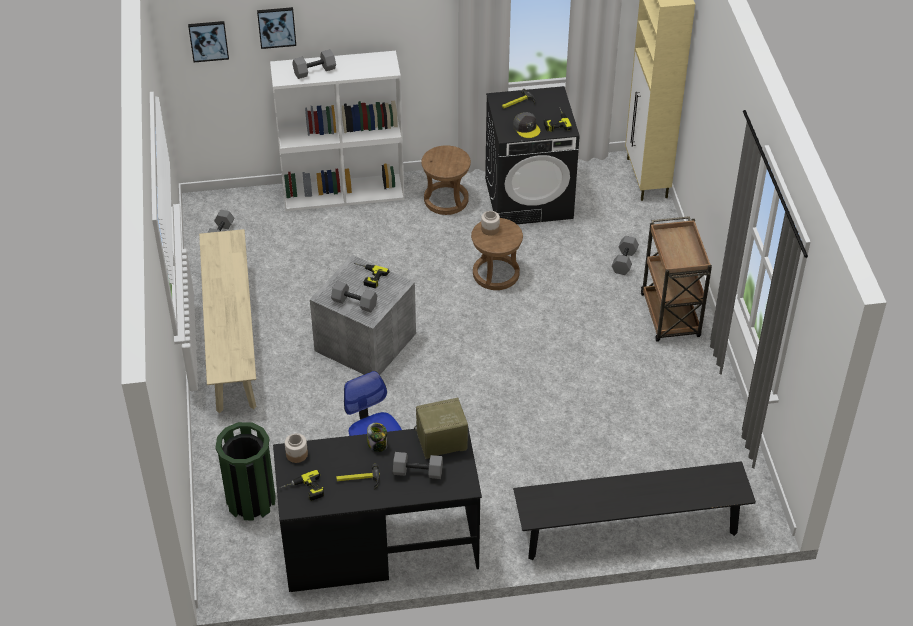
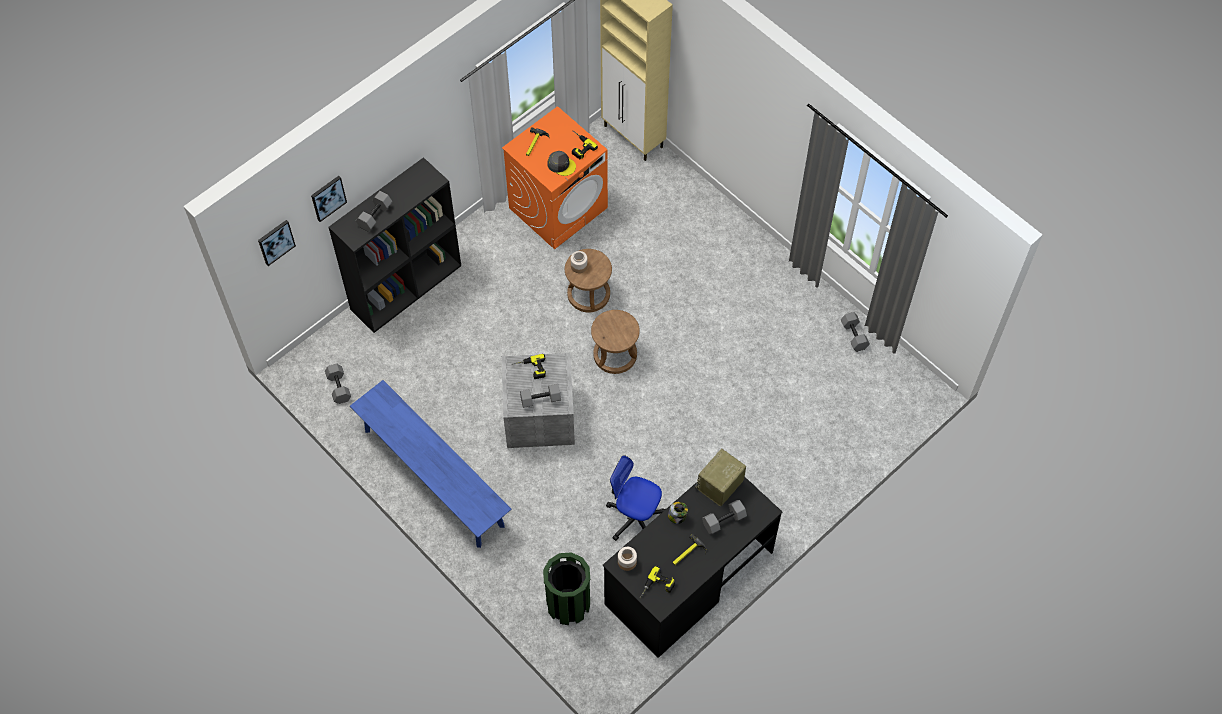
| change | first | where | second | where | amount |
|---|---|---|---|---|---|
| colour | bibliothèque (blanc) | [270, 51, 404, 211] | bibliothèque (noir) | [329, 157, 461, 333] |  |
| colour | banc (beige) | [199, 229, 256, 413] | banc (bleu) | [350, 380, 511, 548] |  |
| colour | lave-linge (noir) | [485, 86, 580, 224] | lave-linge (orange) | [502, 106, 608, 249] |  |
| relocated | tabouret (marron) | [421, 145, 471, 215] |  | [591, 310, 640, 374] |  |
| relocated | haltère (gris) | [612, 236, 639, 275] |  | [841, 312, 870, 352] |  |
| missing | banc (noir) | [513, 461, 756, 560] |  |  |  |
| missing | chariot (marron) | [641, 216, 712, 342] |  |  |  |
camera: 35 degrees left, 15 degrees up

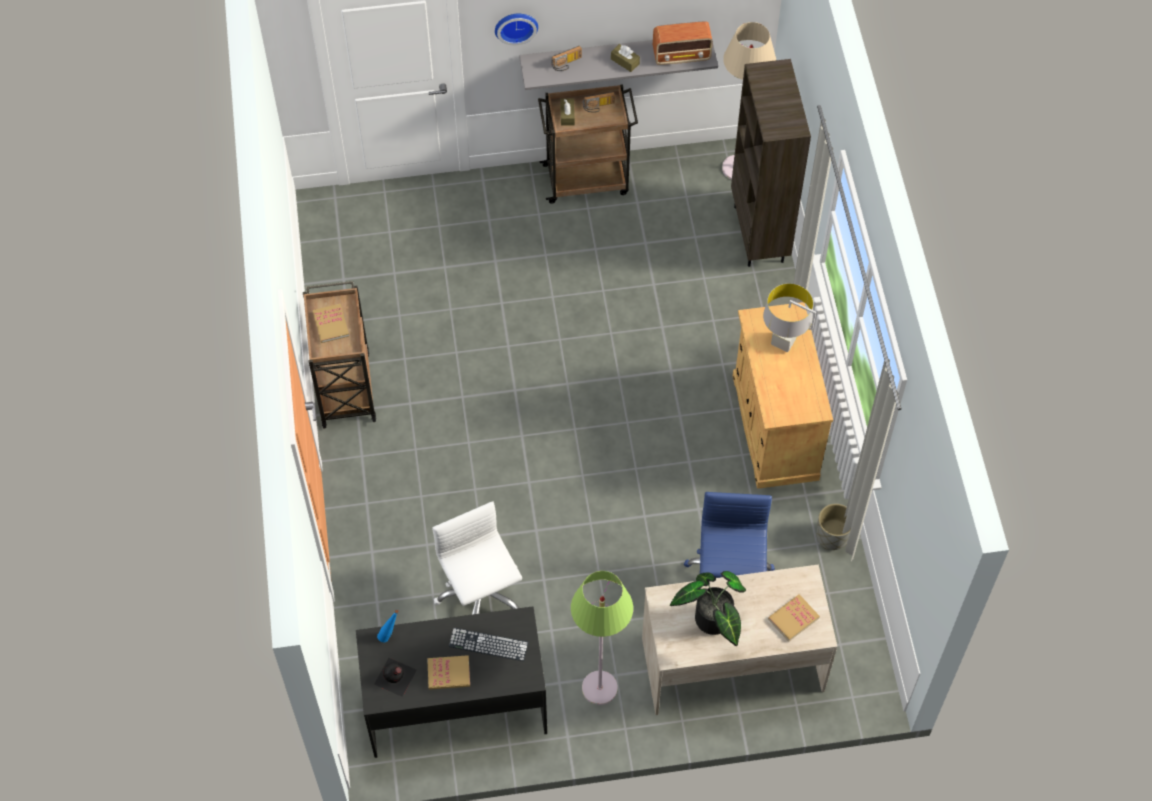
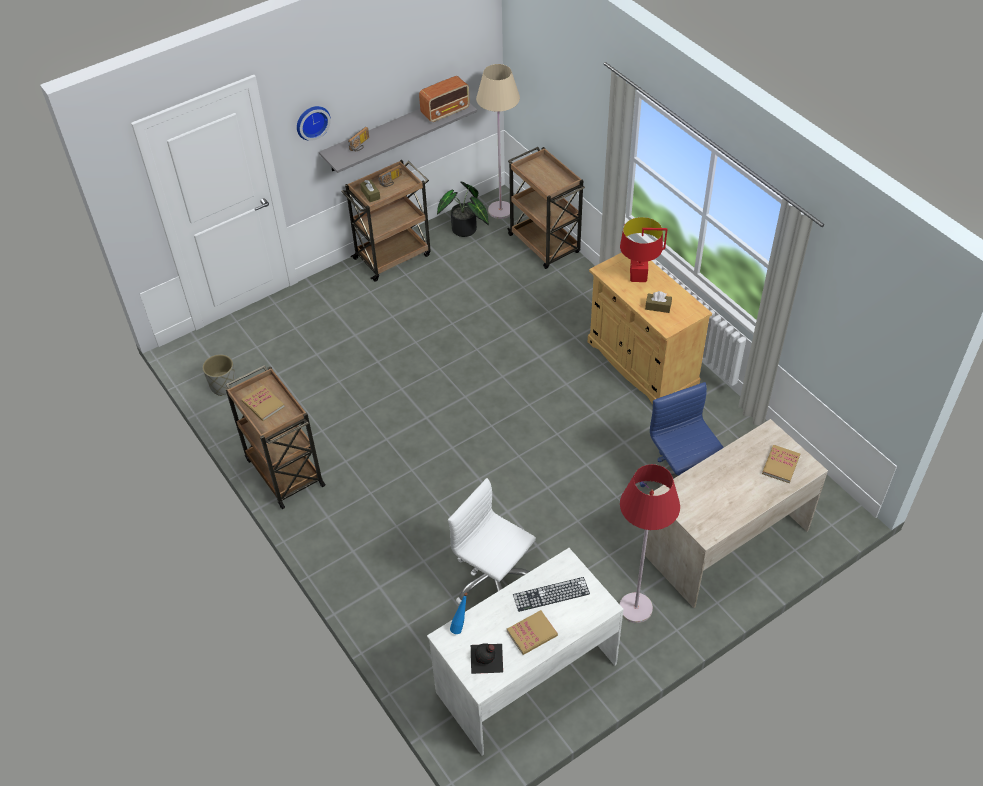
| change | first | where | second | where | amount |
|---|---|---|---|---|---|
| relocated | cache-pot (gris) | [817, 504, 851, 550] |  | [203, 354, 237, 396] |  |
| colour | bureau (noir) | [356, 606, 547, 758] | bureau (blanc) | [427, 548, 624, 755] |  |
| relocated | plante en pot | [670, 571, 746, 646] |  | [437, 181, 489, 237] |  |
| exchanged | bibliothèque (marron) | [731, 59, 811, 267] | chariot (marron) | [507, 147, 585, 269] |  |
| colour | lampe de table (gris) | [763, 284, 816, 352] | lampe de table (rouge) | [620, 217, 668, 282] |  |
| colour | lampadaire (vert) | [571, 571, 633, 705] | lampadaire (rouge) | [620, 464, 680, 623] |  |
| relocated | boîte à mouchoirs (marron) | [611, 44, 640, 72] |  | [645, 291, 672, 313] |  |
camera: 25 degrees left, 10 degrees down

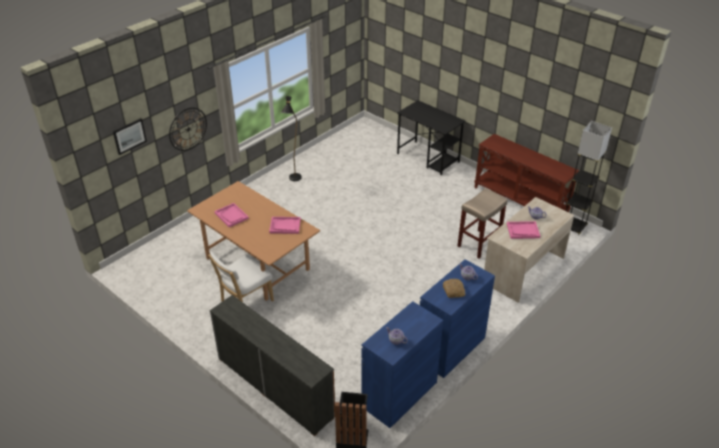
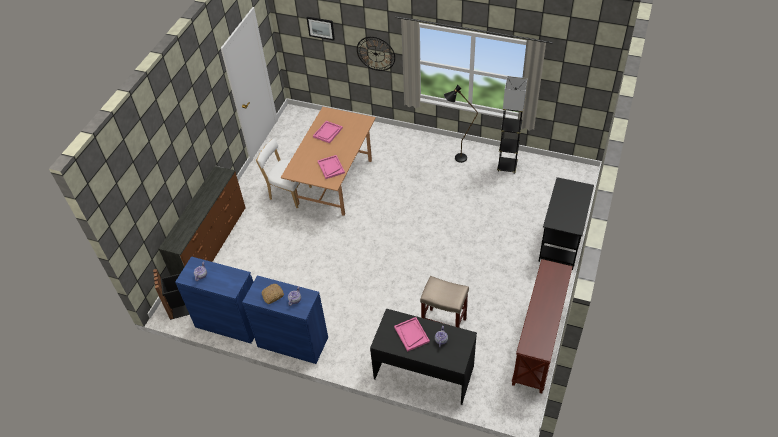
| change | first | where | second | where | amount |
|---|---|---|---|---|---|
| colour | bureau (beige) | [484, 197, 574, 303] | bureau (noir) | [370, 308, 477, 405] |  |
| relocated | lampadaire (gris) | [566, 121, 612, 235] |  | [497, 76, 527, 174] |  |
camera: 70 degrees right, 10 degrees up

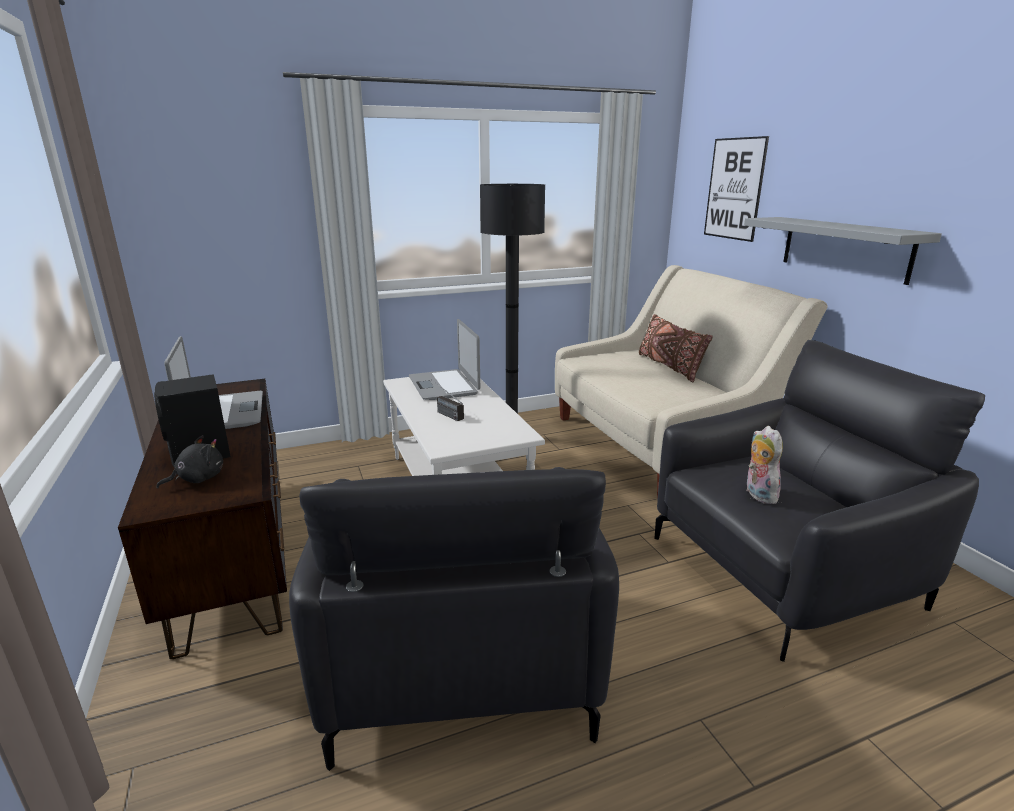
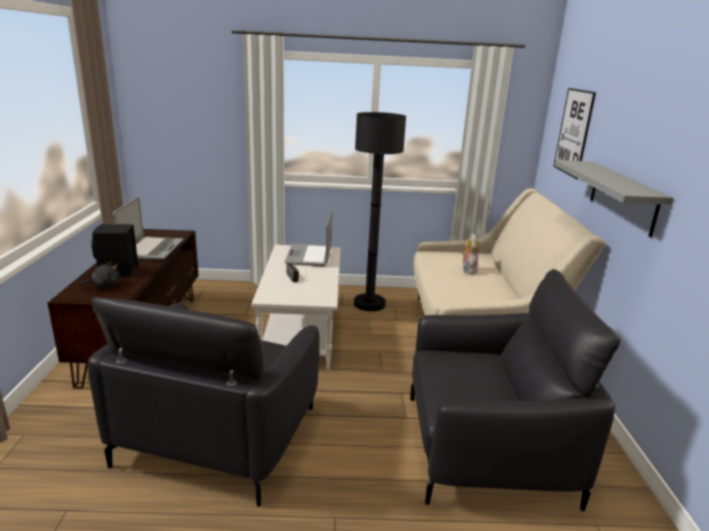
| change | first | where | second | where | amount |
|---|---|---|---|---|---|
| relocated | peluche | [745, 426, 783, 504] |  | [462, 234, 479, 275] |  |
| missing | coussin (marron) | [639, 314, 713, 382] |  |  |  |
camera: 20 degrees right, 0 degrees up

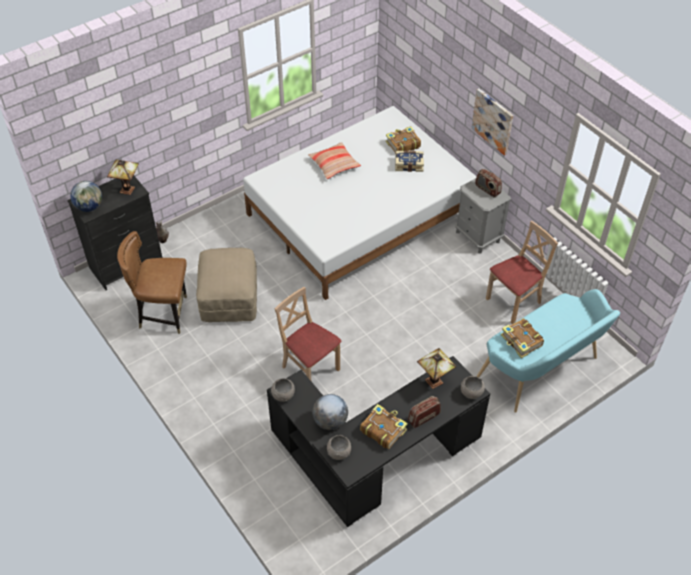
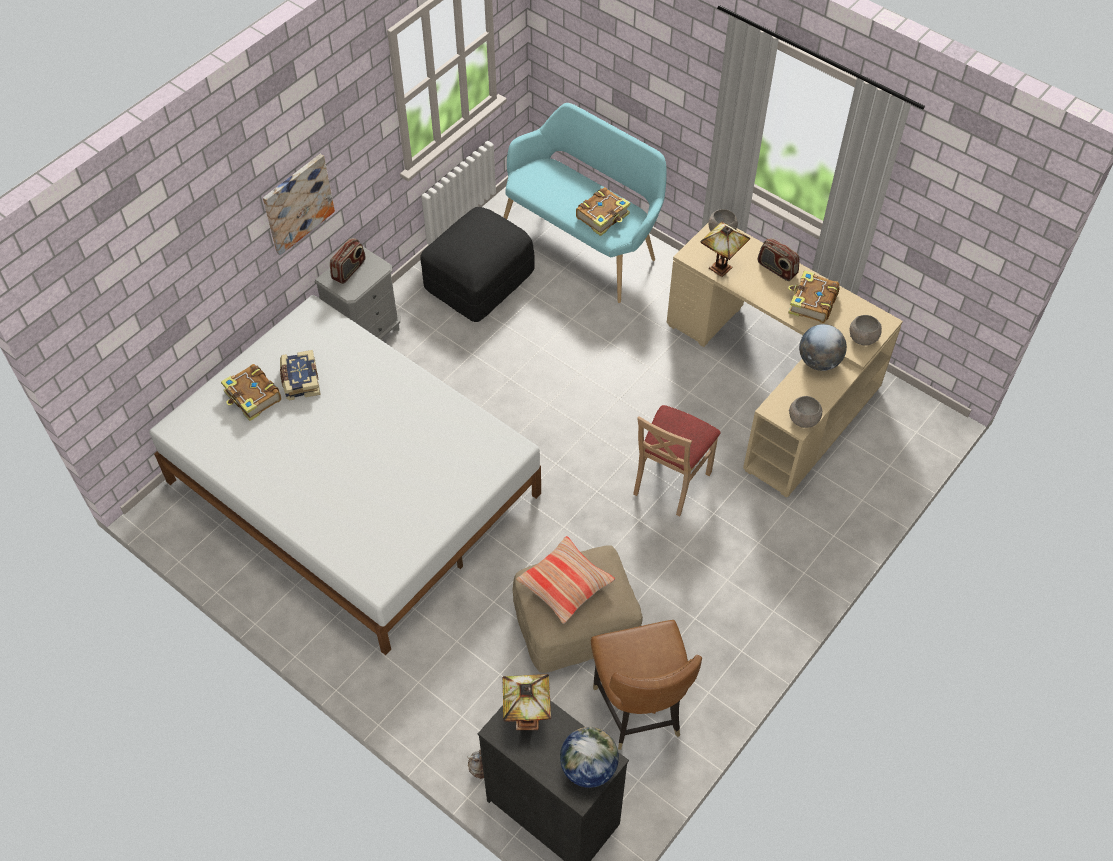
| change | first | where | second | where | amount |
|---|---|---|---|---|---|
| exchanged | chaise (beige) | [486, 221, 558, 324] | pouf (noir) | [420, 207, 535, 322] |  |
| relocated | coussin | [309, 142, 361, 179] |  | [516, 536, 615, 624] |  |
| colour | bureau (noir) | [267, 356, 490, 527] | bureau (beige) | [667, 223, 903, 498] |  |
camera: 105 degrees left, 5 degrees up

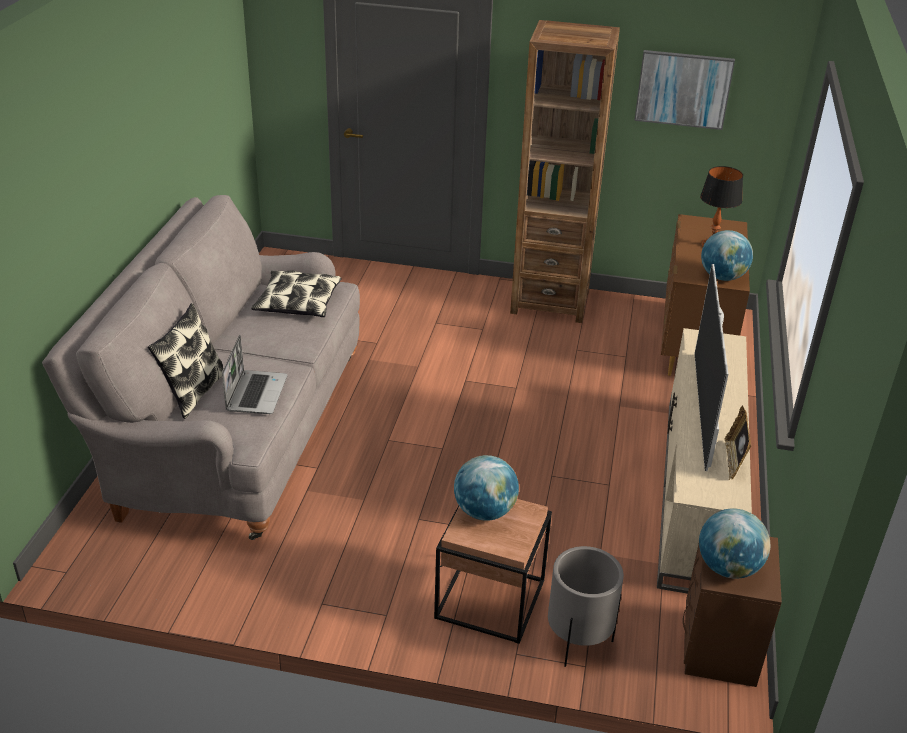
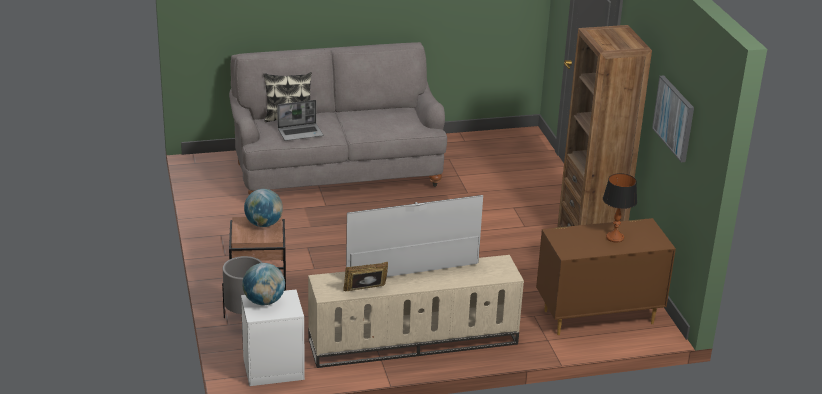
| change | first | where | second | where | amount |
|---|---|---|---|---|---|
| colour | table de chevet (marron) | [683, 526, 782, 687] | table de chevet (blanc) | [241, 289, 305, 386] |  |
| missing | coussin | [251, 270, 341, 317] |  |  |  |
| missing | globe | [701, 230, 753, 281] |  |  |  |
camera: 65 degrees right, 5 degrees down

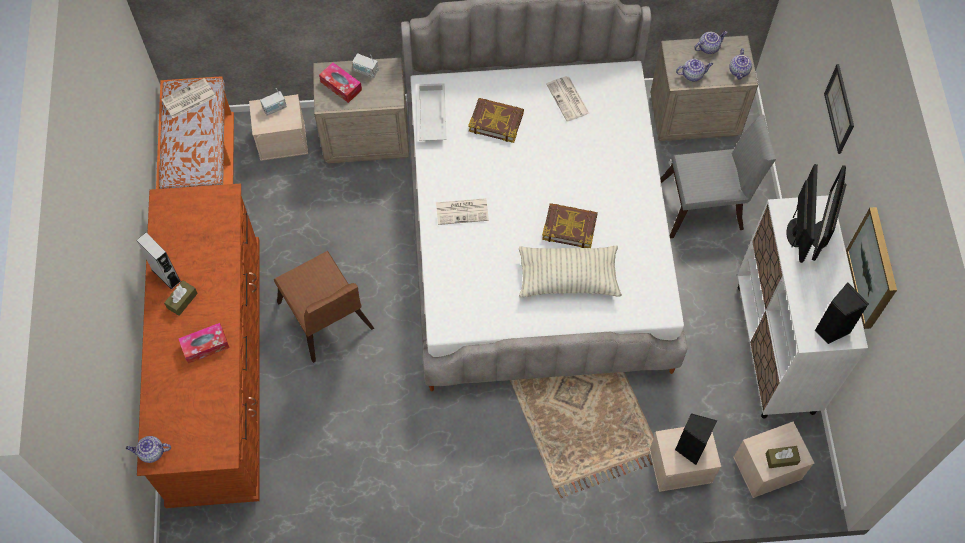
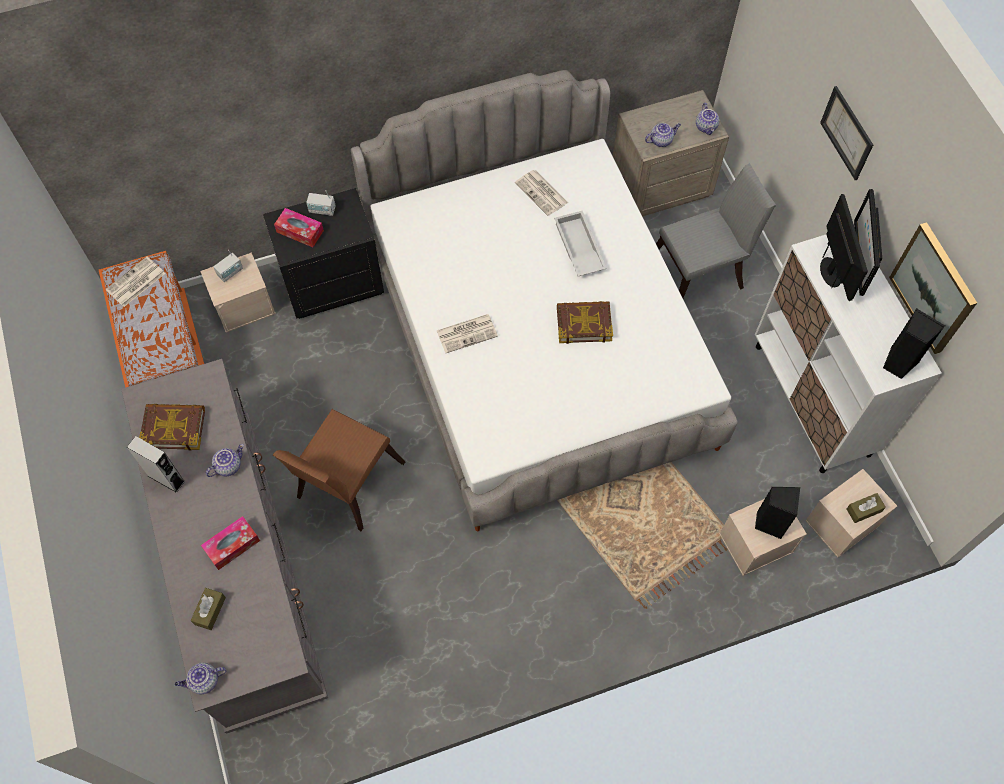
| change | first | where | second | where | amount |
|---|---|---|---|---|---|
| colour | commode (marron) | [137, 183, 260, 508] | commode (gris) | [121, 359, 328, 734] |  |
| relocated | livre | [468, 98, 524, 143] |  | [139, 404, 205, 451] |  |
| relocated | boîte à mouchoirs (marron) | [164, 280, 198, 316] |  | [191, 588, 226, 630] |  |
| relocated | théière | [694, 31, 728, 54] |  | [206, 444, 244, 477] |  |
| colour | table de chevet (beige) | [313, 57, 409, 163] | table de chevet (noir) | [263, 188, 384, 319] |  |
| spun | chaise (marron) | [274, 251, 374, 363] |  | [273, 409, 405, 531] | 75 degrees clockwise |
| relocated | plateau (blanc) | [417, 83, 447, 141] |  | [554, 211, 607, 276] |  |
| missing | coussin | [519, 246, 622, 298] |  |  |  |
camera: 15 degrees left, 0 degrees up

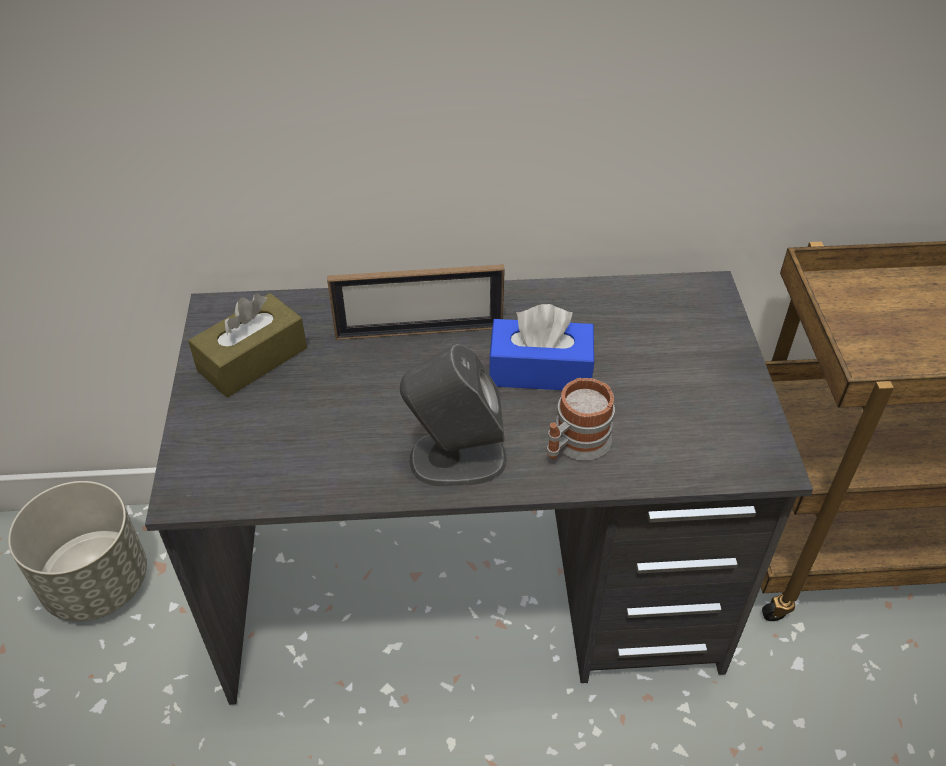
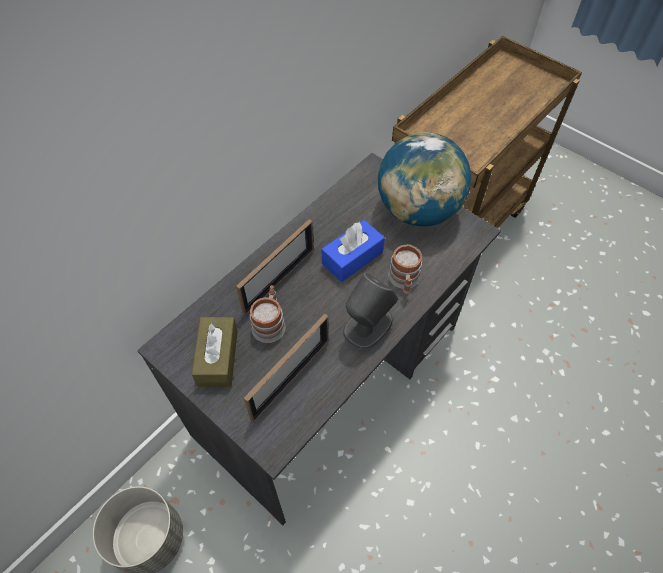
| change | first | where | second | where | amount |
|---|---|---|---|---|---|
| appeared |  |  | cadre photo | [243, 314, 329, 422] |  |
| appeared |  |  | mug | [250, 285, 286, 343] |  |
| appeared |  |  | globe | [378, 132, 471, 226] |  |
camera: 45 degrees left, 10 degrees up

